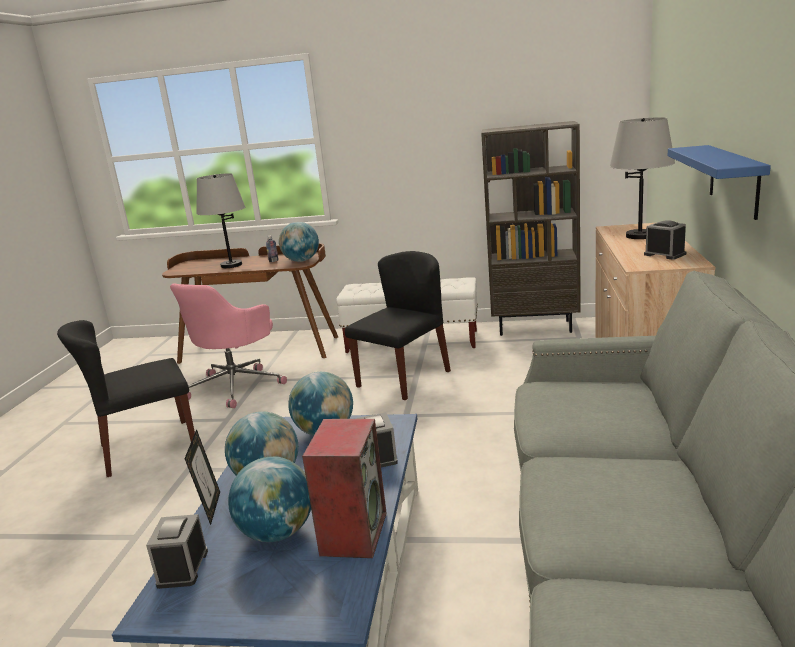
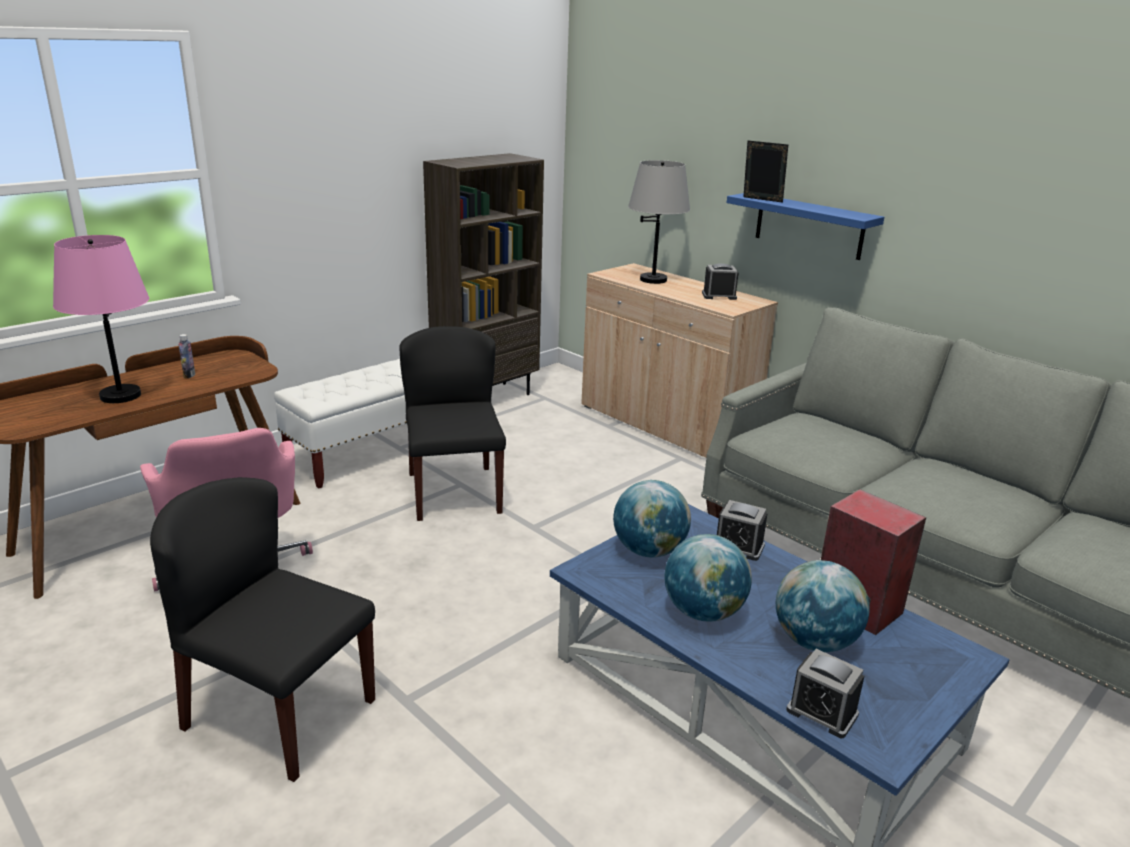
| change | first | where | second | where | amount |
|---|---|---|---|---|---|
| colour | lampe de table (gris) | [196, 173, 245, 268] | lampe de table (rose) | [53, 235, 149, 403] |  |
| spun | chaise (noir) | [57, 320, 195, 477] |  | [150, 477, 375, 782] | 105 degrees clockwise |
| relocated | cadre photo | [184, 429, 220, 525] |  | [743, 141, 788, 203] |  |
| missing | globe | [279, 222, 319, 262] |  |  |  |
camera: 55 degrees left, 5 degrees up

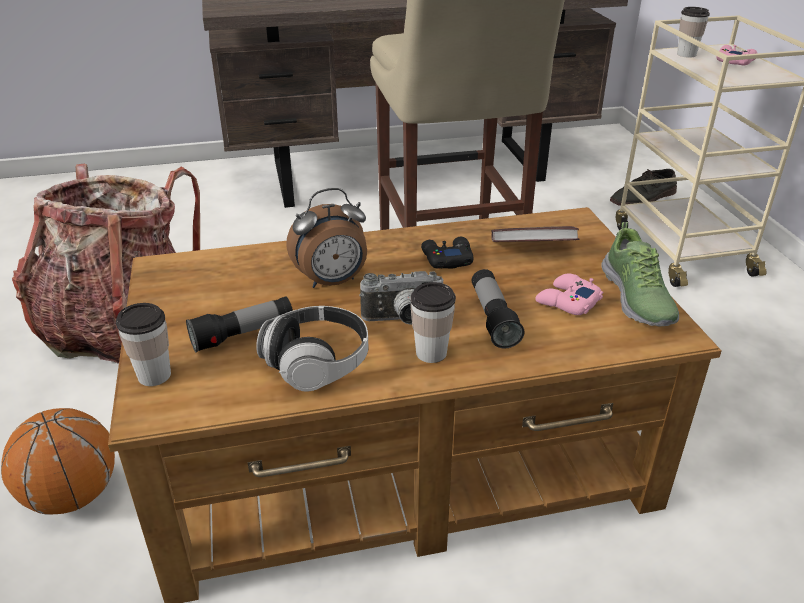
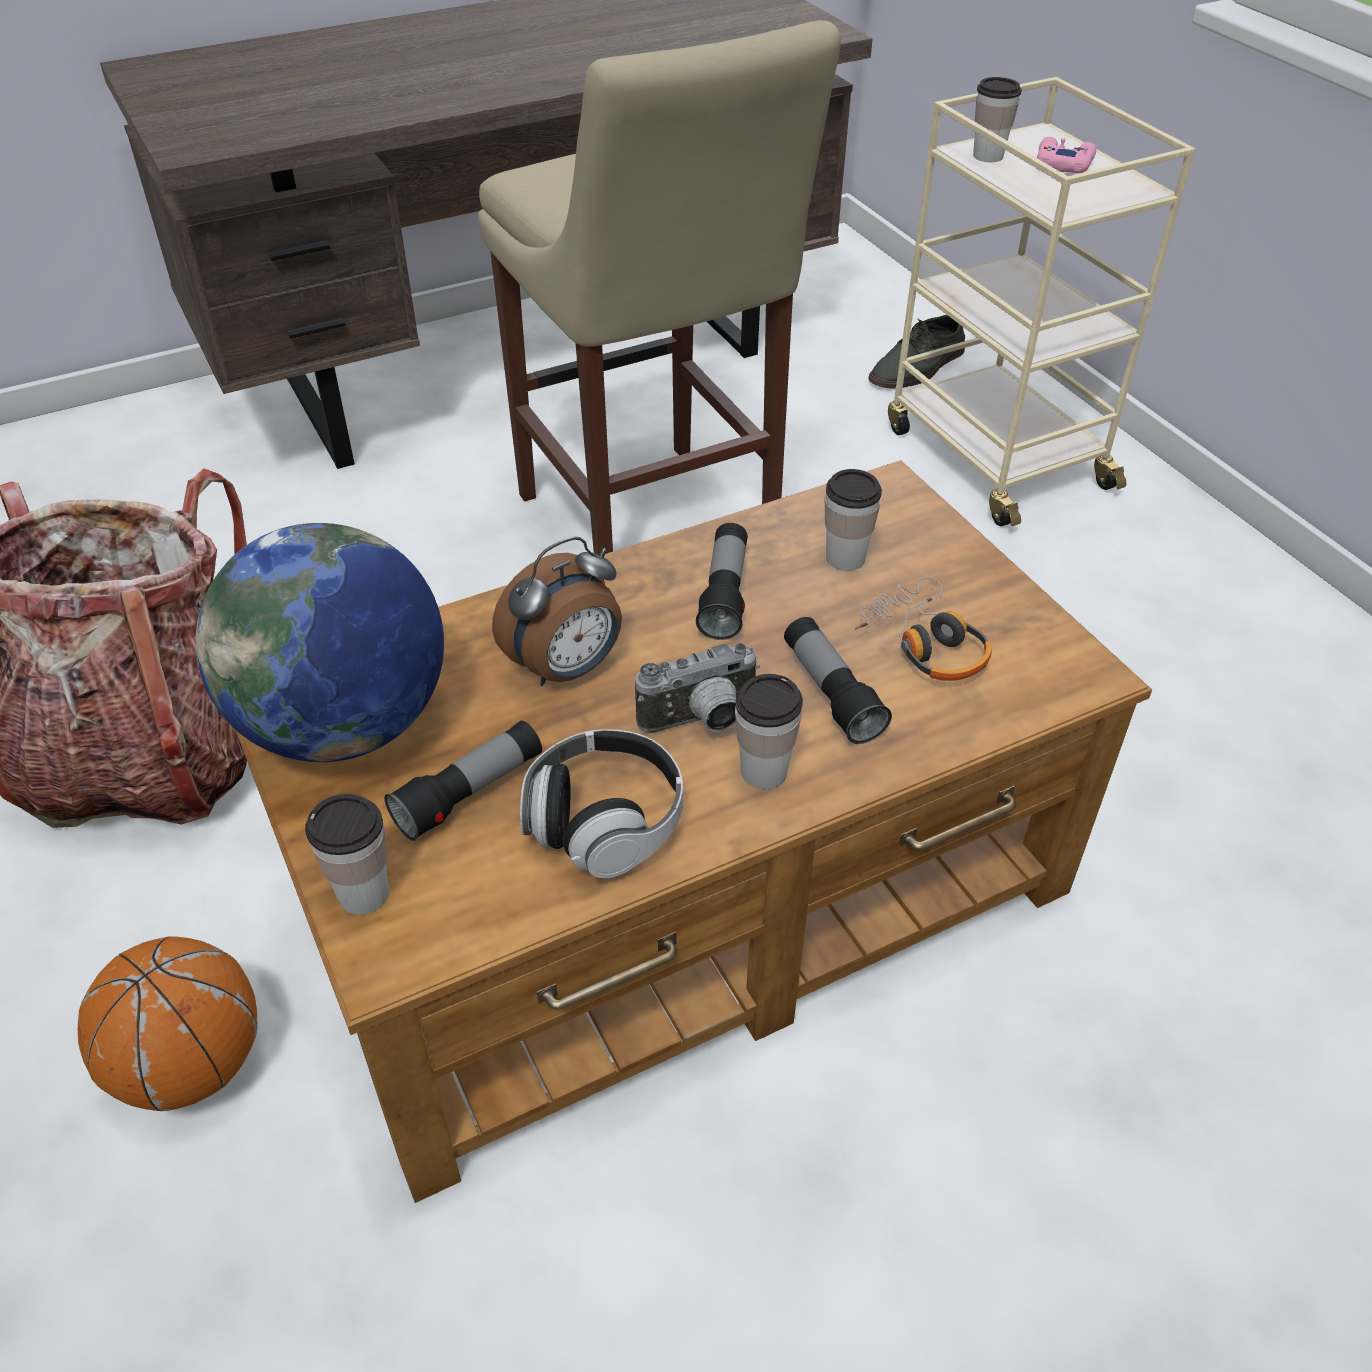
| change | first | where | second | where | amount |
|---|---|---|---|---|---|
| appeared |  |  | globe | [196, 523, 444, 762] |  |
| exchanged | manette (noir) | [421, 237, 473, 269] | lampe de poche | [696, 523, 748, 640] |  |
| exchanged | livre | [492, 226, 580, 242] | tasse | [825, 469, 882, 571] |  |
| exchanged | manette (rose) | [535, 273, 603, 315] | casque audio | [855, 578, 992, 681] |  |
| missing | chaussure | [602, 222, 679, 327] |  |  |  |
camera: 15 degrees left, 10 degrees up

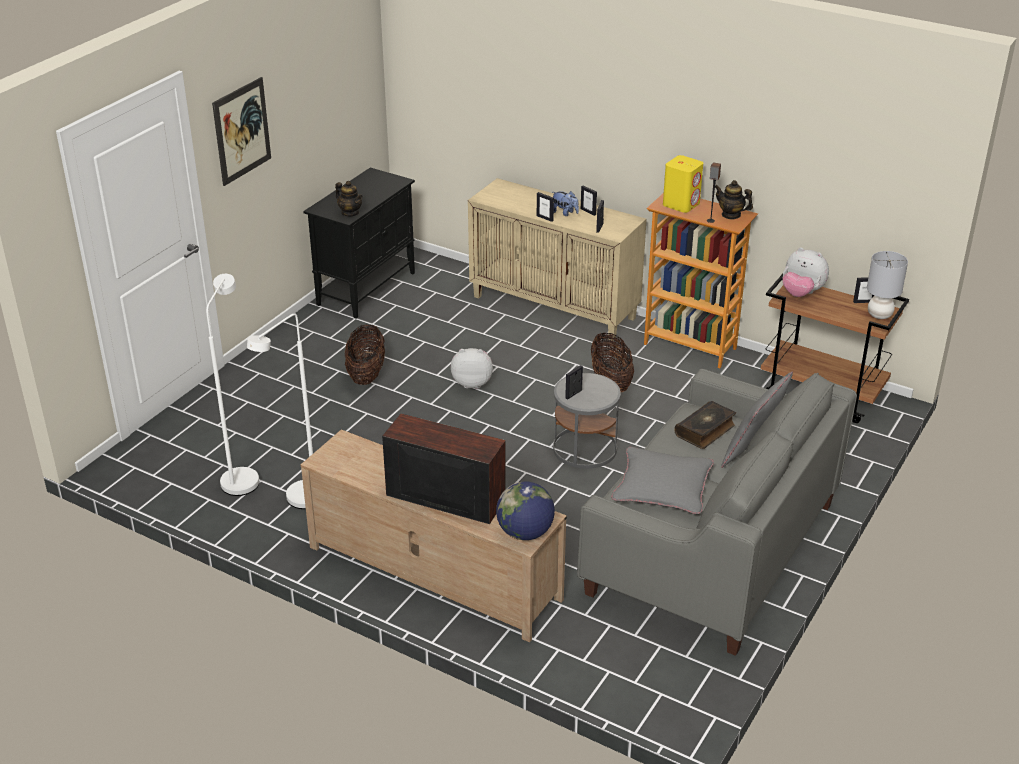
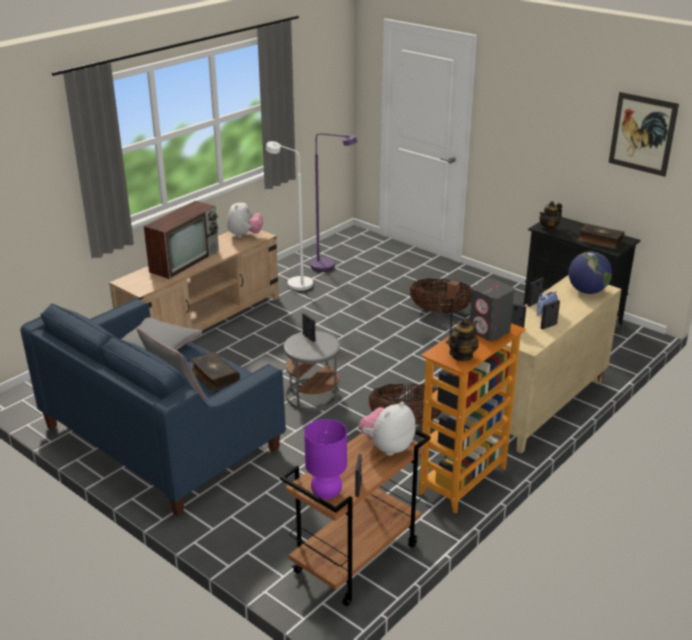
| change | first | where | second | where | amount |
|---|---|---|---|---|---|
| colour | canapé (gris) | [577, 369, 857, 656] | canapé (bleu) | [20, 298, 286, 517] |  |
| relocated | peluche | [451, 348, 493, 389] |  | [227, 200, 263, 238] |  |
| colour | lampe de table (gris) | [867, 251, 908, 319] | lampe de table (violet) | [304, 419, 347, 499] |  |
| colour | lampadaire (blanc) | [206, 274, 259, 496] | lampadaire (violet) | [310, 133, 357, 272] |  |
| colour | enceinte (jaune) | [663, 155, 703, 213] | enceinte (gris) | [470, 279, 515, 341] |  |
| relocated | globe | [496, 482, 555, 540] |  | [569, 252, 612, 294] |  |
| appeared |  |  | livre | [578, 223, 624, 249] |  |
| relocated | tableau | [212, 77, 271, 186] |  | [609, 92, 679, 177] |  |
camera: 100 degrees right, 5 degrees down

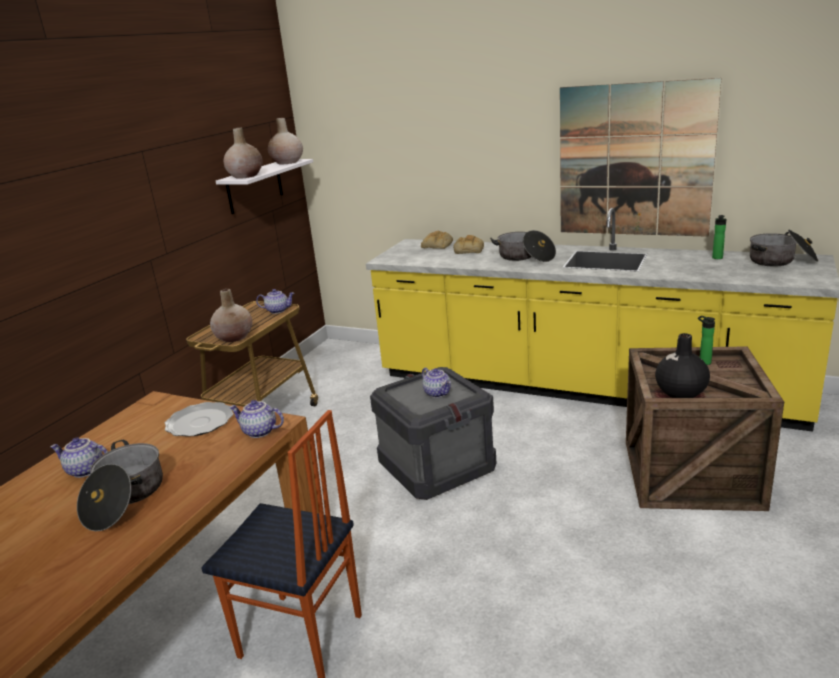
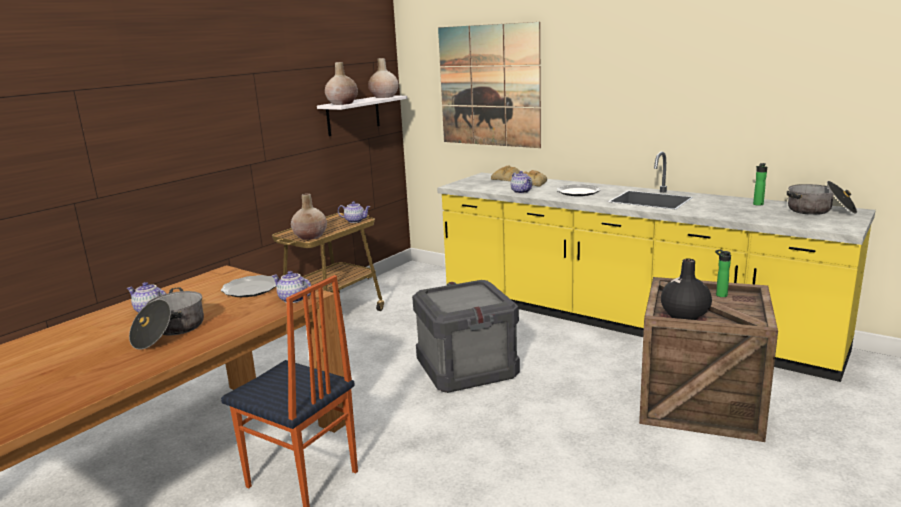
| change | first | where | second | where | amount |
|---|---|---|---|---|---|
| relocated | tableau | [560, 78, 721, 237] |  | [438, 22, 541, 148] |  |
| relocated | théière | [422, 368, 451, 398] |  | [510, 171, 532, 194] |  |
| exchanged | marmite | [490, 230, 556, 262] | assiette | [557, 184, 600, 196] |  |
camera: 10 degrees right, 5 degrees down

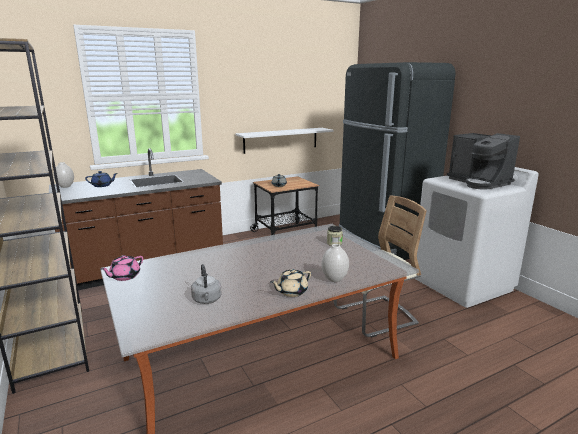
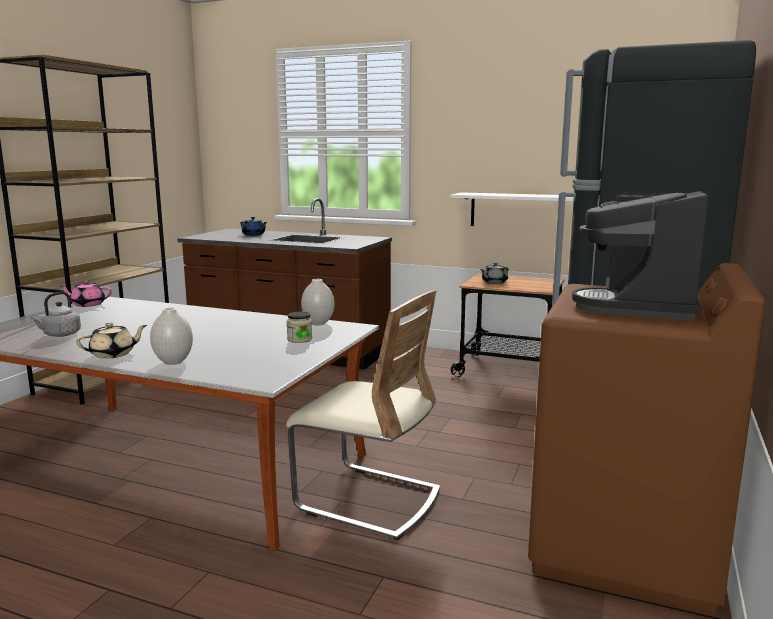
| change | first | where | second | where | amount |
|---|---|---|---|---|---|
| spun | théière (beige) | [271, 269, 311, 297] |  | [76, 323, 147, 359] | 135 degrees clockwise |
| relocated | vase (blanc) | [53, 162, 74, 188] |  | [301, 279, 335, 326] |  |
| colour | lave-linge (blanc) | [415, 167, 539, 308] | lave-linge (marron) | [528, 263, 766, 617] |  |
camera: 50 degrees right, 5 degrees down

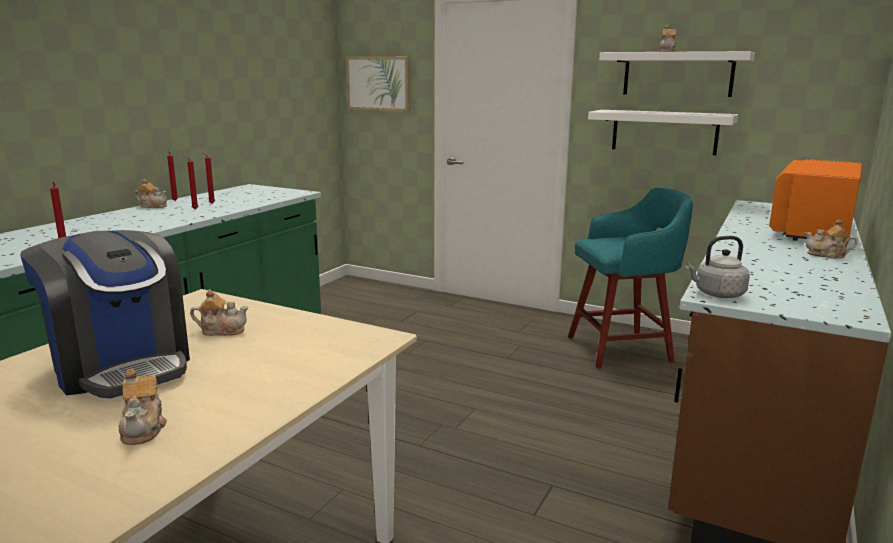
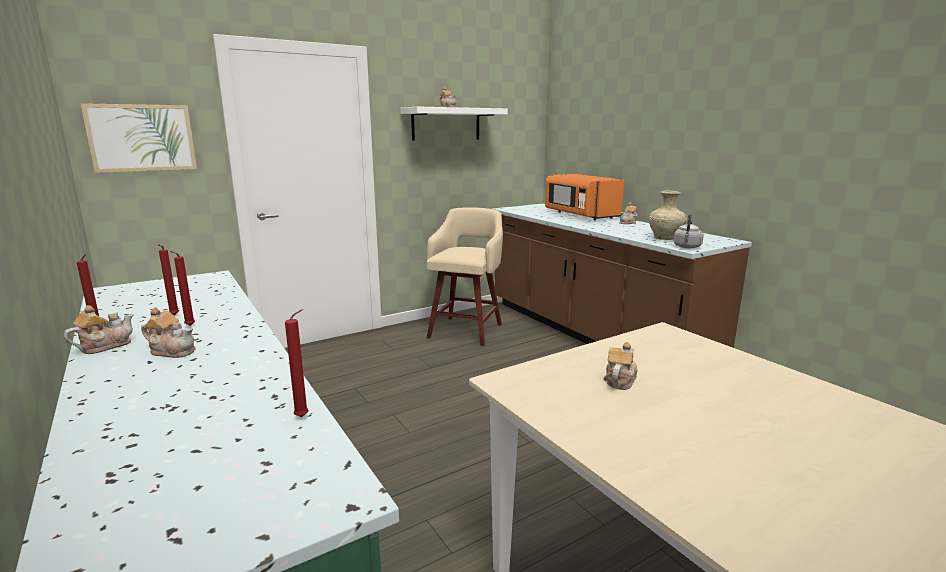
| change | first | where | second | where | amount |
|---|---|---|---|---|---|
| relocated | théière | [119, 368, 167, 445] |  | [141, 307, 196, 358] |  |
| colour | tabouret (turquoise) | [568, 188, 693, 369] | tabouret (beige) | [426, 207, 503, 346] |  |
| appeared |  |  | vase (beige) | [649, 191, 687, 240] |  |
| missing | machine à café | [20, 230, 190, 399] |  |  |  |
| missing | étagère (blanc) | [588, 110, 738, 155] |  |  |  |
camera: 60 degrees left, 0 degrees up

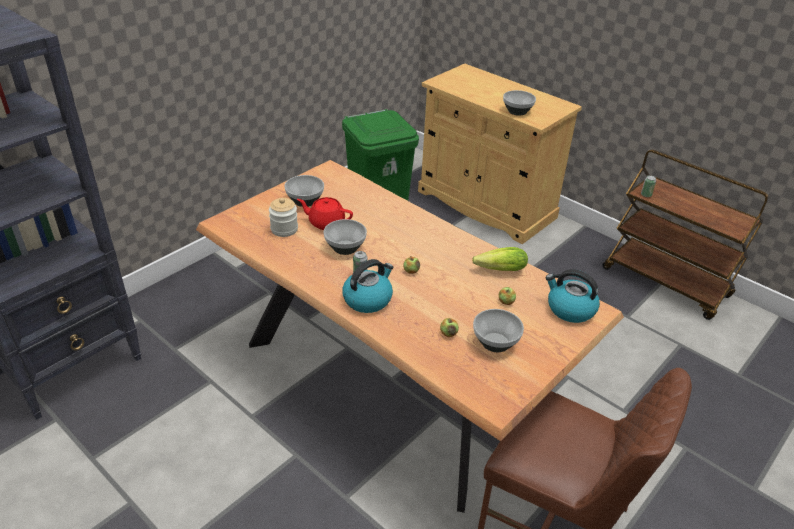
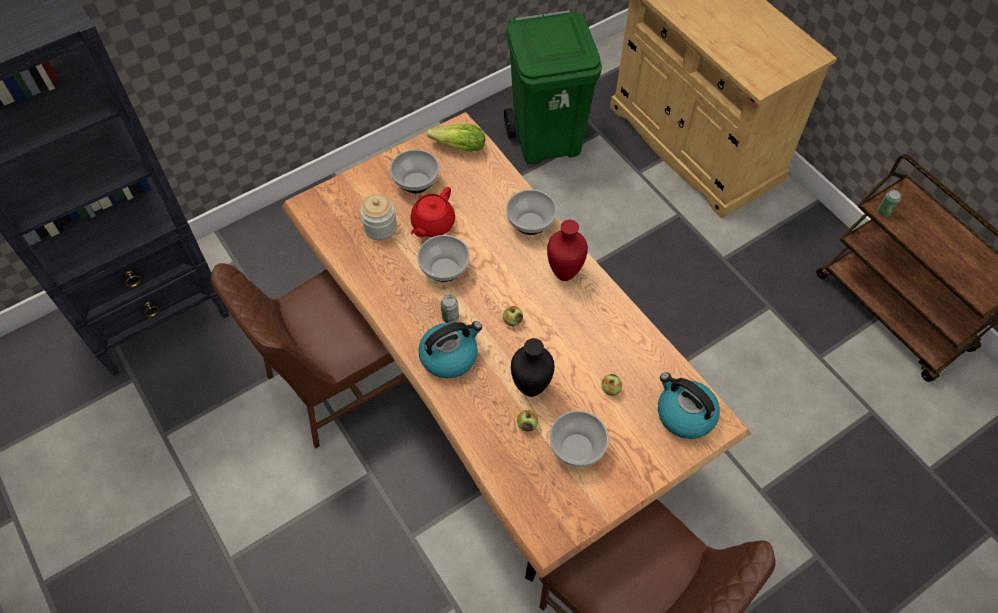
| change | first | where | second | where | amount |
|---|---|---|---|---|---|
| appeared |  |  | chaise (marron) | [211, 263, 416, 448] |  |
| spun | théière (rouge) | [297, 197, 353, 230] |  | [410, 187, 455, 237] | 90 degrees counterclockwise |
| relocated | laitue | [472, 247, 528, 271] |  | [427, 124, 485, 152] |  |
| relocated | bol | [503, 90, 536, 116] |  | [506, 190, 557, 235] |  |
| appeared |  |  | vase (noir) | [511, 338, 554, 397] |  |
| appeared |  |  | vase (rouge) | [547, 220, 588, 281] |  |
camera: 15 degrees right, 20 degrees up

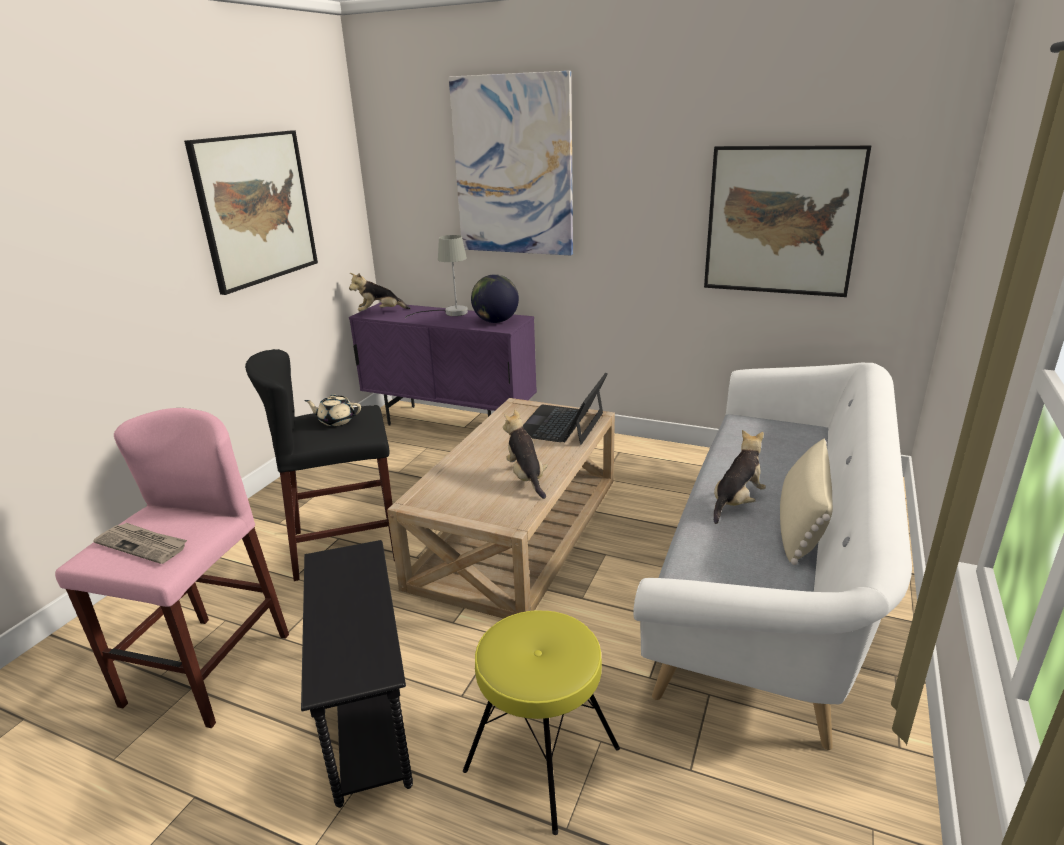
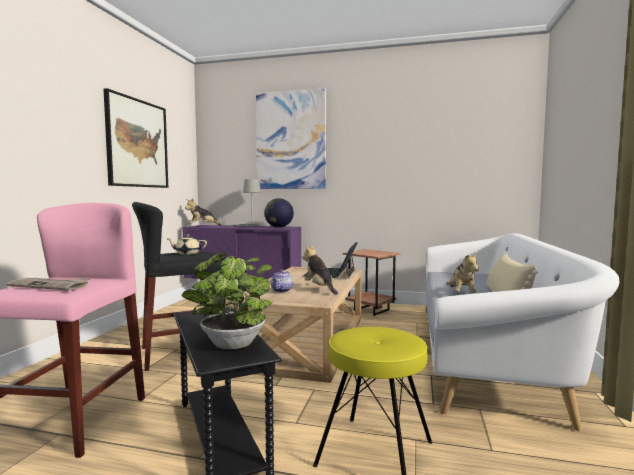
| change | first | where | second | where | amount |
|---|---|---|---|---|---|
| appeared |  |  | plante en pot | [182, 252, 273, 349] |  |
| appeared |  |  | théière | [271, 269, 293, 292] |  |
| appeared |  |  | table d'appoint (marron) | [343, 249, 401, 316] |  |
| spun | peluche | [714, 430, 766, 524] |  | [446, 253, 479, 293] | 150 degrees clockwise |
| missing | tableau | [704, 145, 871, 297] |  |  |  |
camera: 10 degrees left, 20 degrees down

